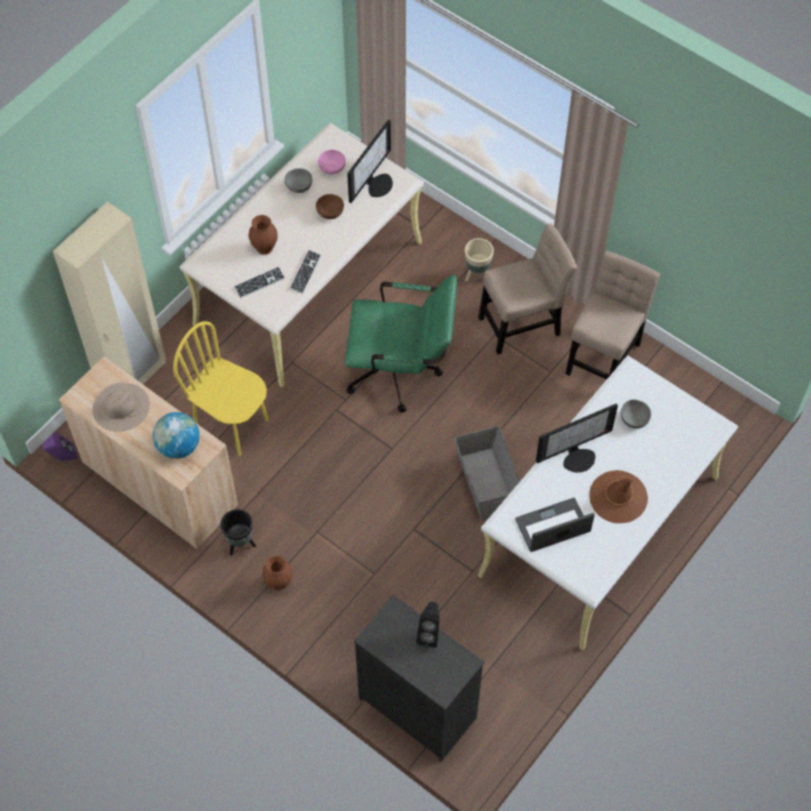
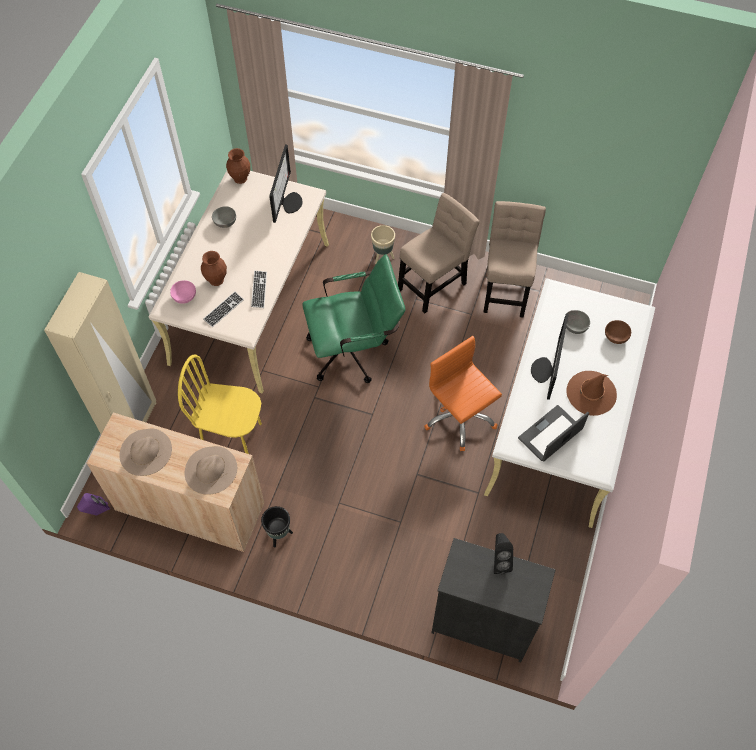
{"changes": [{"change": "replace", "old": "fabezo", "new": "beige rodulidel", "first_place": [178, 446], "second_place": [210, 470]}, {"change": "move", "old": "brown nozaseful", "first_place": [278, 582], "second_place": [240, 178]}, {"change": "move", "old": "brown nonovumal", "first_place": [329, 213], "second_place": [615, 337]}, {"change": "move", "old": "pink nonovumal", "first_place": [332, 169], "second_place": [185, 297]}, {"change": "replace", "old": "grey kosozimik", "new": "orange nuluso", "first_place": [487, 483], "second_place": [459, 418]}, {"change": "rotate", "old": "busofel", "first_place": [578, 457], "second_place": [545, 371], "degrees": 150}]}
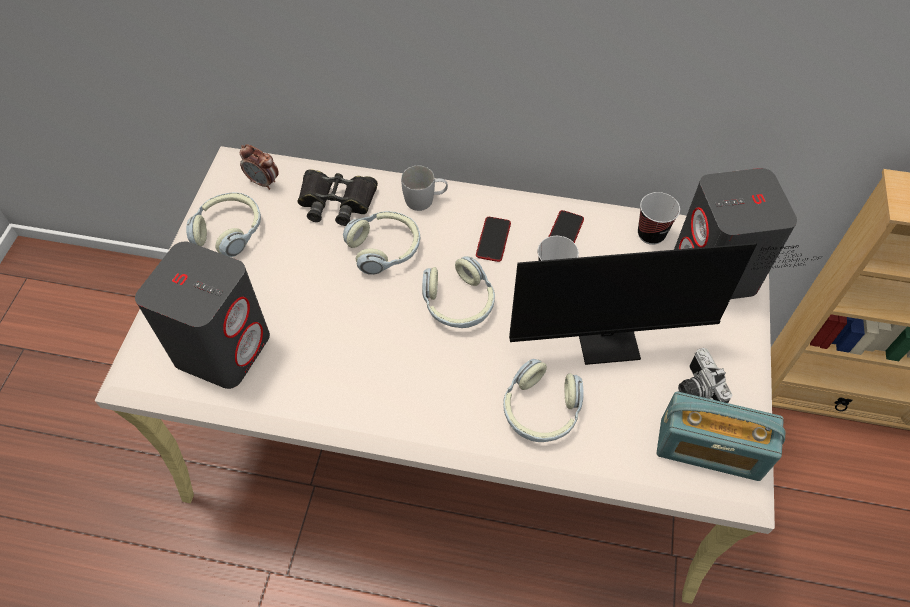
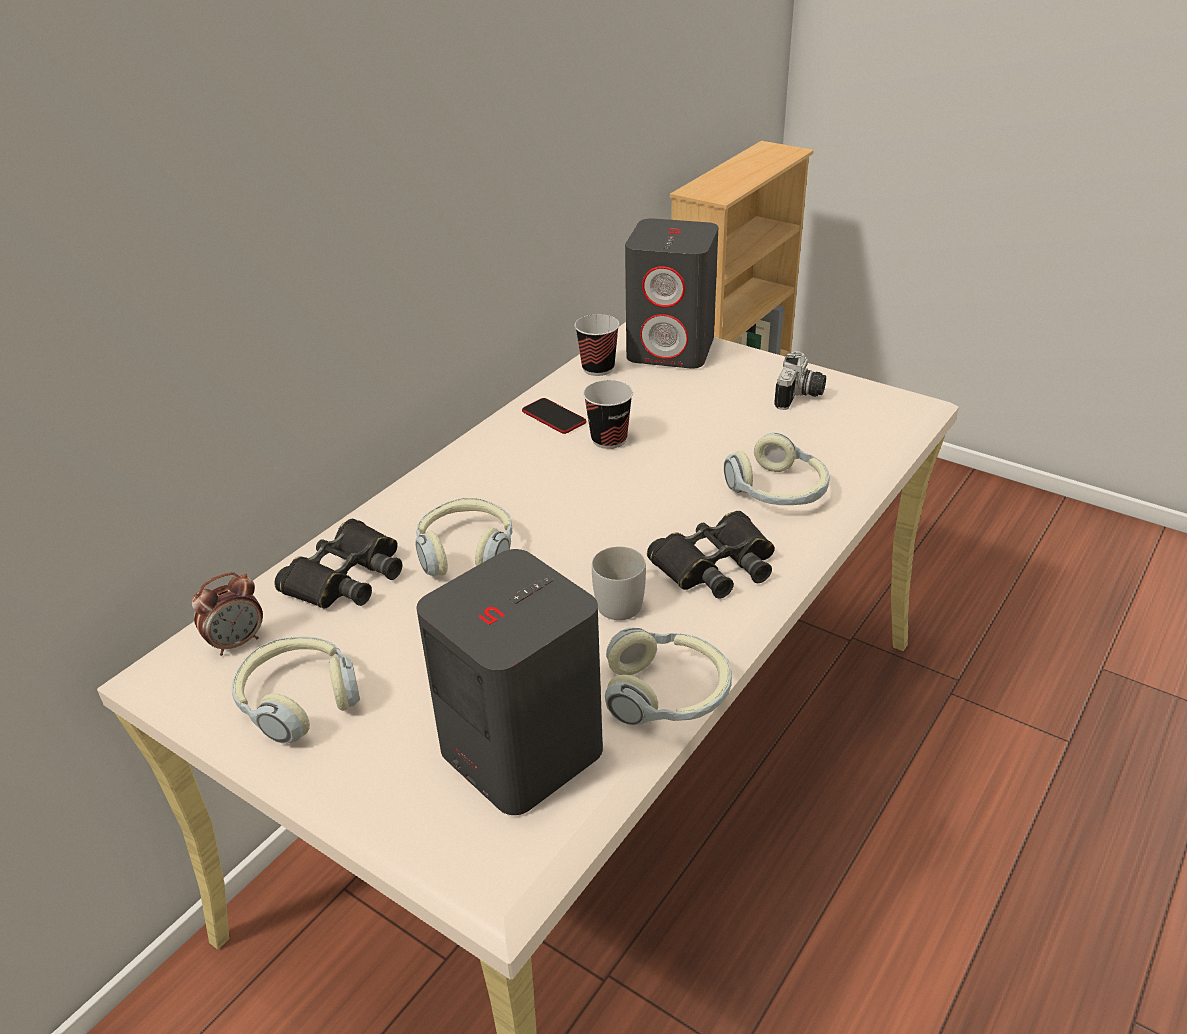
{"changes": [{"change": "move", "old": "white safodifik", "first_place": [425, 200], "second_place": [621, 599]}, {"change": "move", "old": "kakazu", "first_place": [458, 303], "second_place": [668, 694]}, {"change": "delete", "old": "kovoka", "first_place": [493, 239]}, {"change": "delete", "old": "busofel", "first_place": [618, 339]}, {"change": "delete", "old": "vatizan", "first_place": [709, 449]}, {"change": "rotate", "old": "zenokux", "first_place": [695, 390], "second_place": [800, 396], "degrees": -75}, {"change": "insert", "new": "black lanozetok", "second_place": [715, 565]}]}
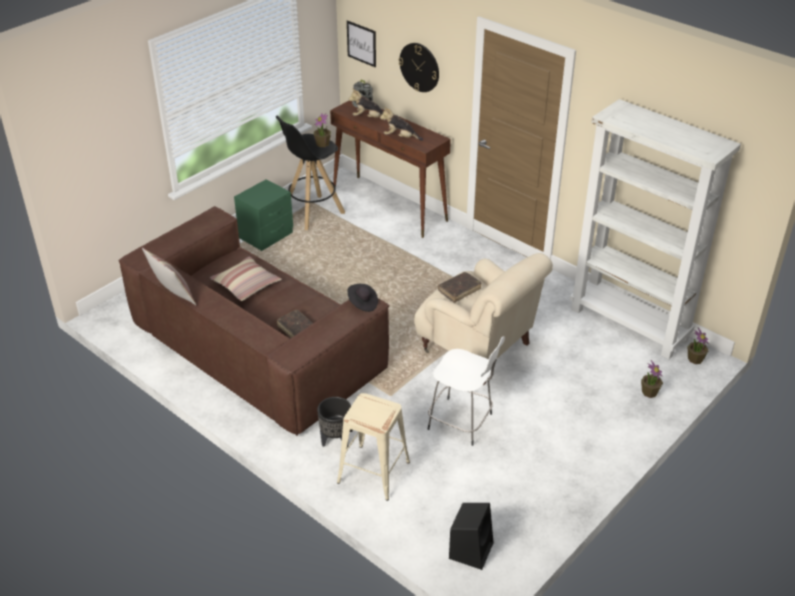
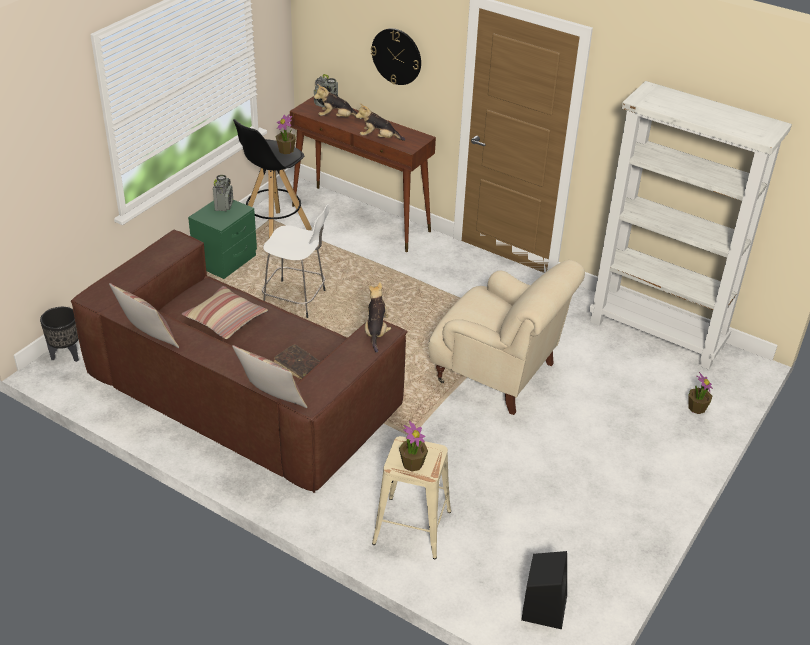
{"changes": [{"change": "move", "old": "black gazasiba", "first_place": [336, 442], "second_place": [66, 355]}, {"change": "delete", "old": "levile", "first_place": [361, 43]}, {"change": "replace", "old": "black rodulidel", "new": "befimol", "first_place": [362, 304], "second_place": [376, 332]}, {"change": "move", "old": "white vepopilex", "first_place": [462, 422], "second_place": [296, 300]}, {"change": "delete", "old": "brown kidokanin", "first_place": [459, 290]}, {"change": "move", "old": "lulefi", "first_place": [695, 359], "second_place": [412, 463]}, {"change": "insert", "new": "vatizan", "second_place": [224, 205]}, {"change": "insert", "new": "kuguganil", "second_place": [272, 400]}]}
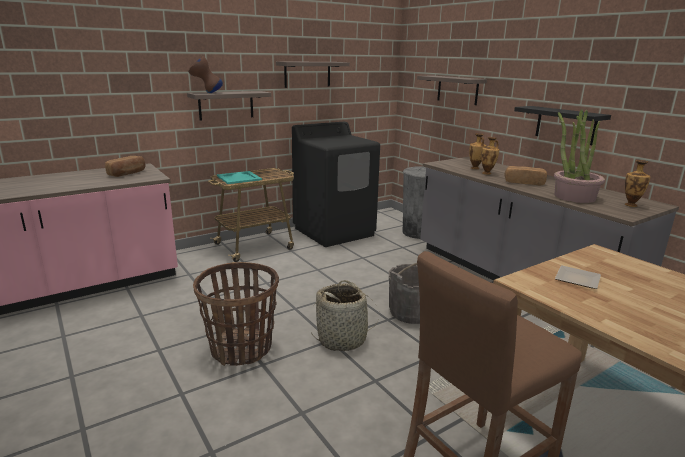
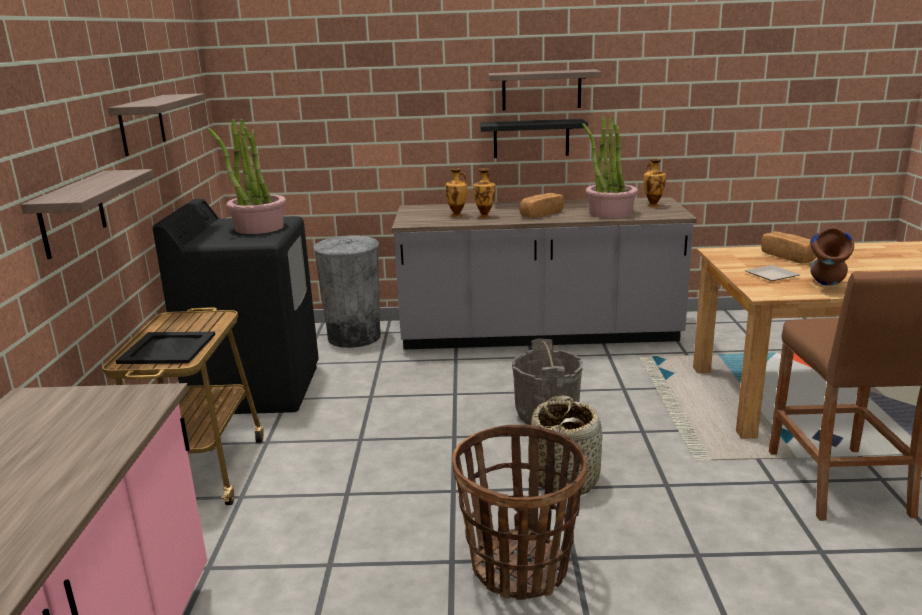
{"changes": [{"change": "move", "old": "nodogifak", "first_place": [127, 173], "second_place": [788, 257]}, {"change": "move", "old": "brown nozaseful", "first_place": [206, 93], "second_place": [826, 287]}, {"change": "recolor", "old": "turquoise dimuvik", "new": "black dimuvik", "first_place": [239, 178], "second_place": [167, 348]}, {"change": "move", "old": "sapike", "first_place": [457, 90], "second_place": [541, 90]}, {"change": "insert", "new": "lulefi", "second_place": [258, 228]}]}
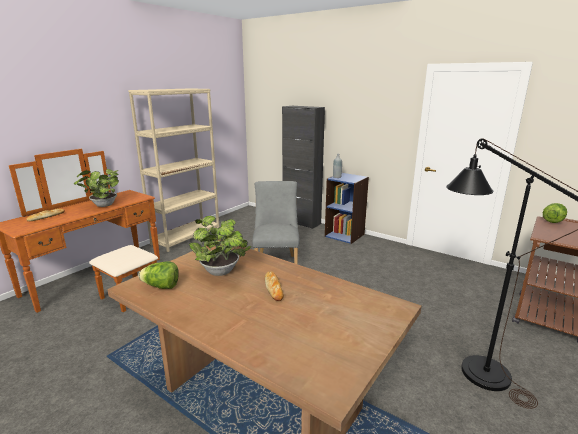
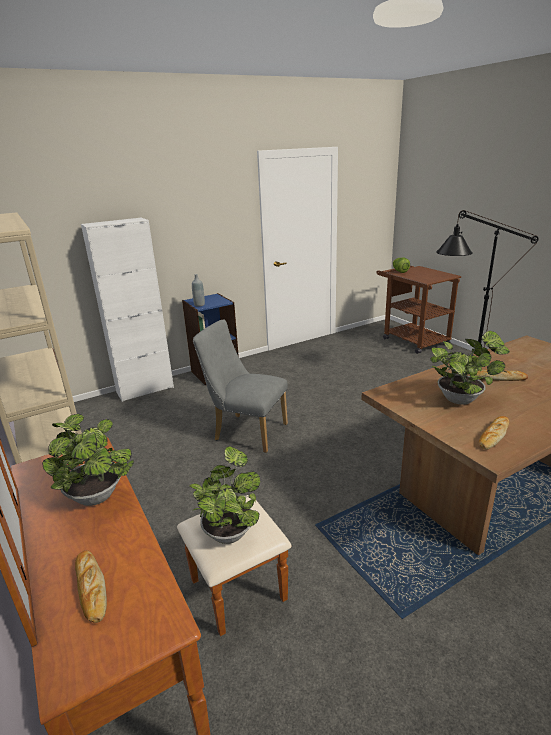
{"changes": [{"change": "replace", "old": "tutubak", "new": "nodogifak", "first_place": [161, 286], "second_place": [493, 435]}, {"change": "recolor", "old": "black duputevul", "new": "white duputevul", "first_place": [301, 222], "second_place": [145, 389]}, {"change": "insert", "new": "lulefi", "second_place": [229, 530]}]}
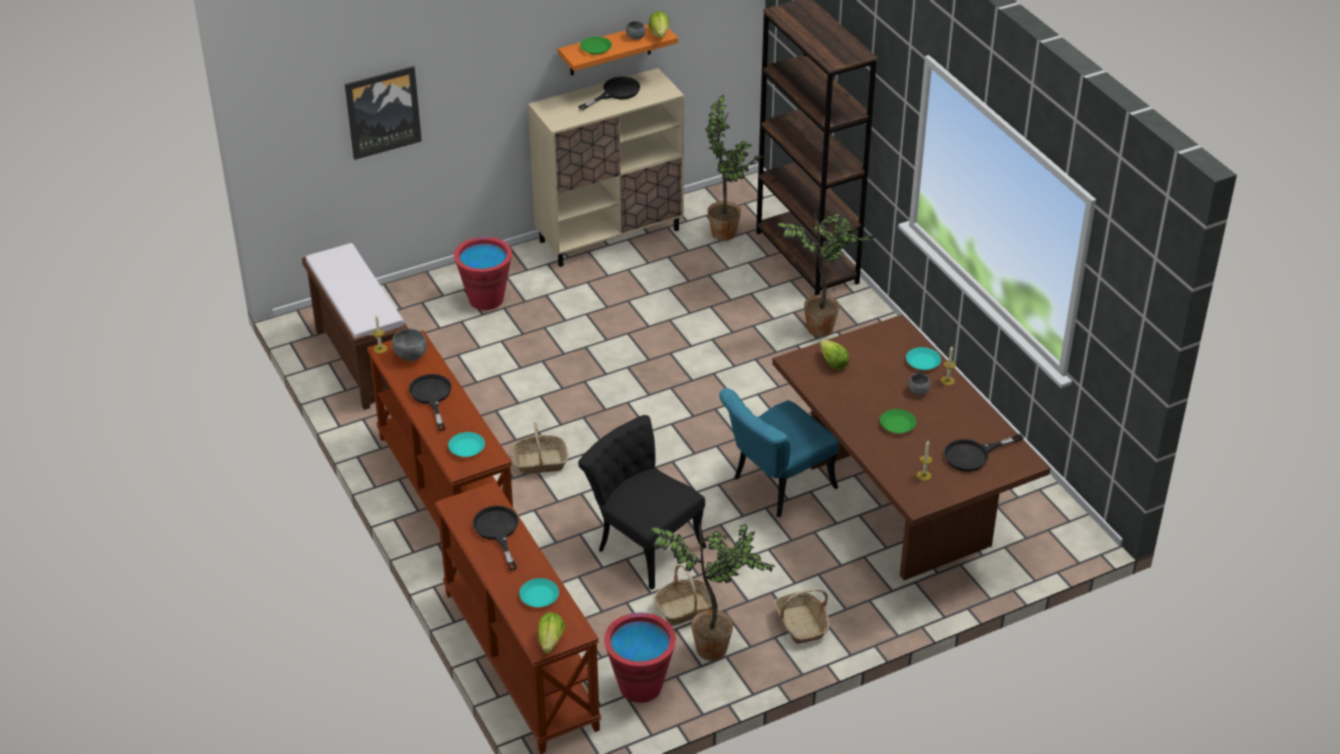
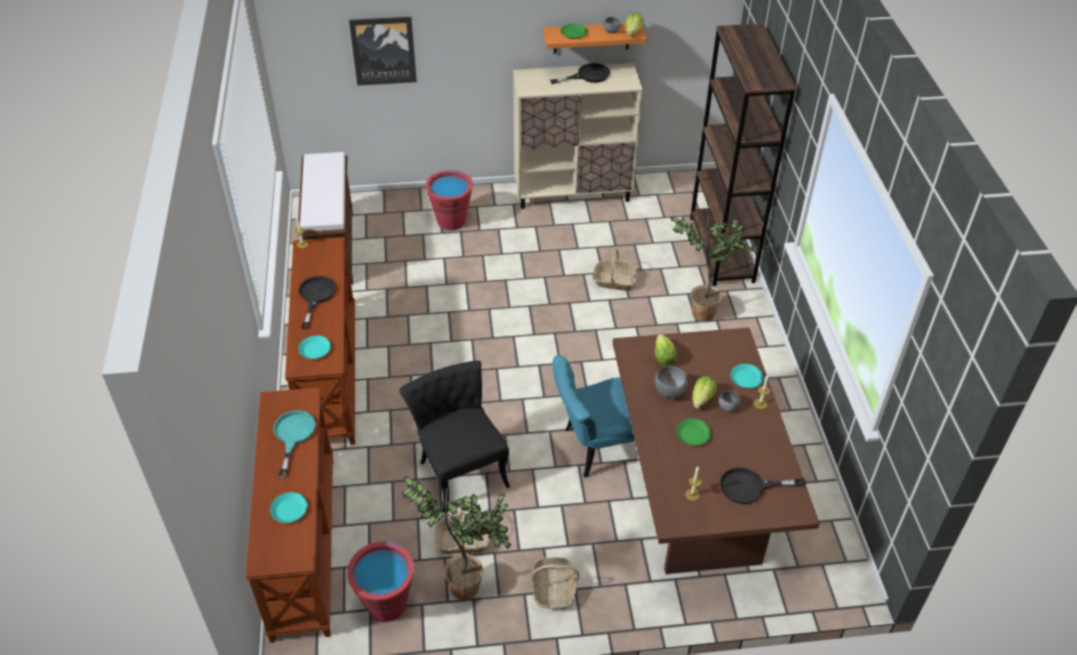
{"changes": [{"change": "move", "old": "grey nonovumal", "first_place": [410, 356], "second_place": [669, 392]}, {"change": "recolor", "old": "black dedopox", "new": "turquoise dedopox", "first_place": [498, 531], "second_place": [293, 435]}, {"change": "move", "old": "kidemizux", "first_place": [540, 462], "second_place": [614, 281]}, {"change": "move", "old": "tutubak", "first_place": [551, 641], "second_place": [702, 399]}, {"change": "delete", "old": "lulefi", "first_place": [726, 235]}]}
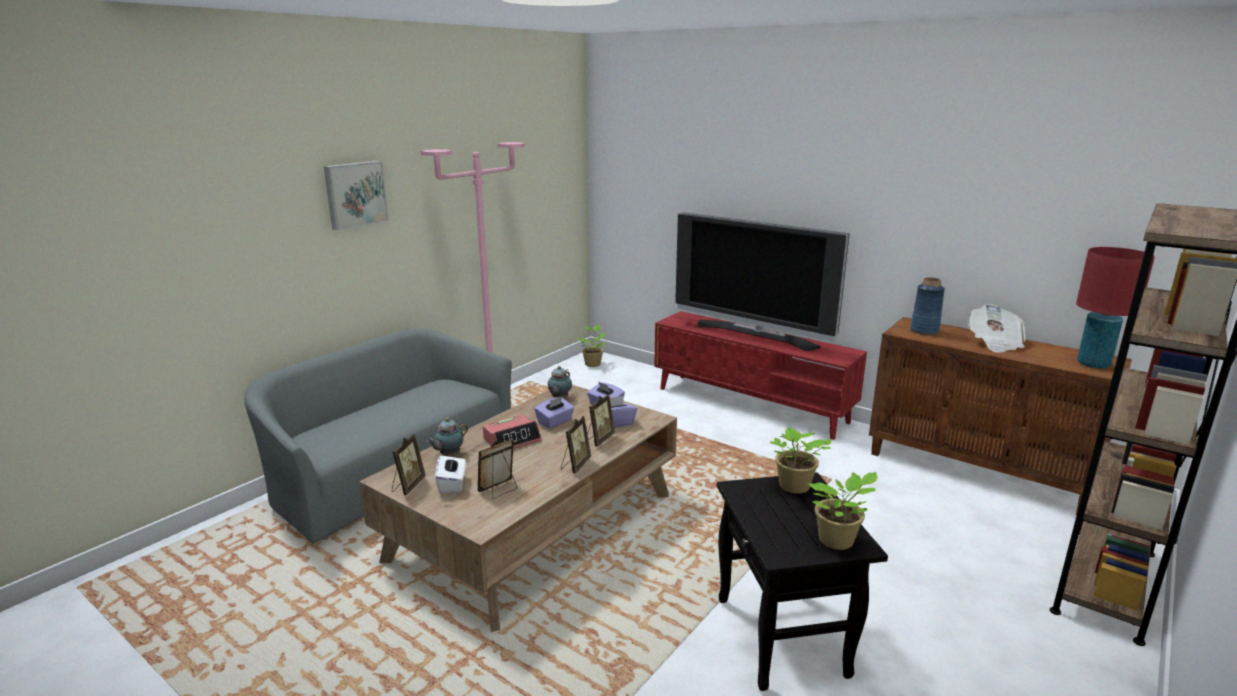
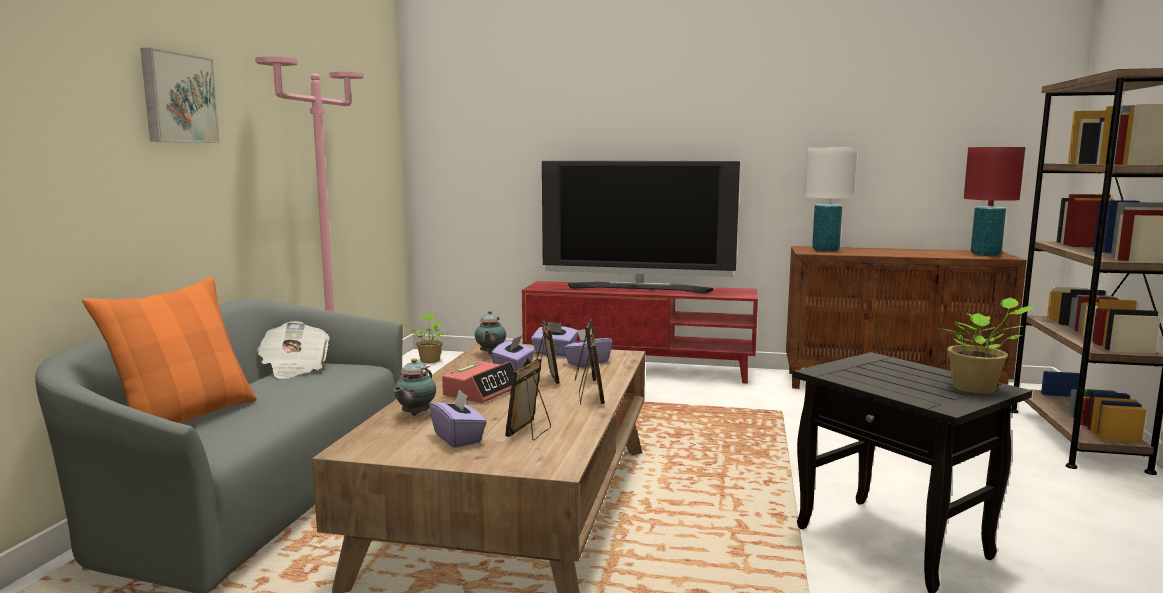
{"changes": [{"change": "move", "old": "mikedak", "first_place": [408, 486], "second_place": [545, 380]}, {"change": "recolor", "old": "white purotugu", "new": "purple purotugu", "first_place": [452, 484], "second_place": [458, 438]}, {"change": "delete", "old": "lulefi", "first_place": [793, 487]}, {"change": "replace", "old": "blue nozaseful", "new": "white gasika", "first_place": [924, 331], "second_place": [825, 250]}, {"change": "move", "old": "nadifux", "first_place": [994, 343], "second_place": [294, 368]}, {"change": "insert", "new": "orange kuguganil", "second_place": [185, 418]}]}
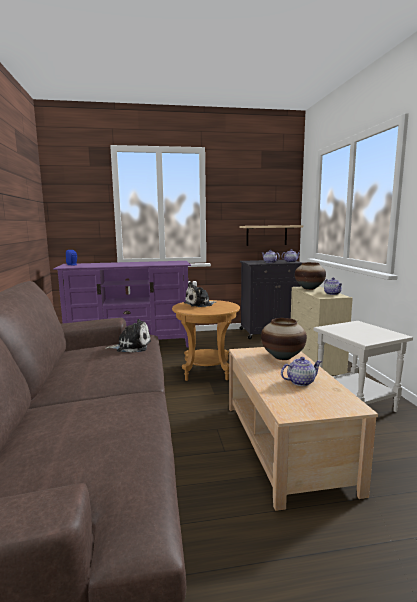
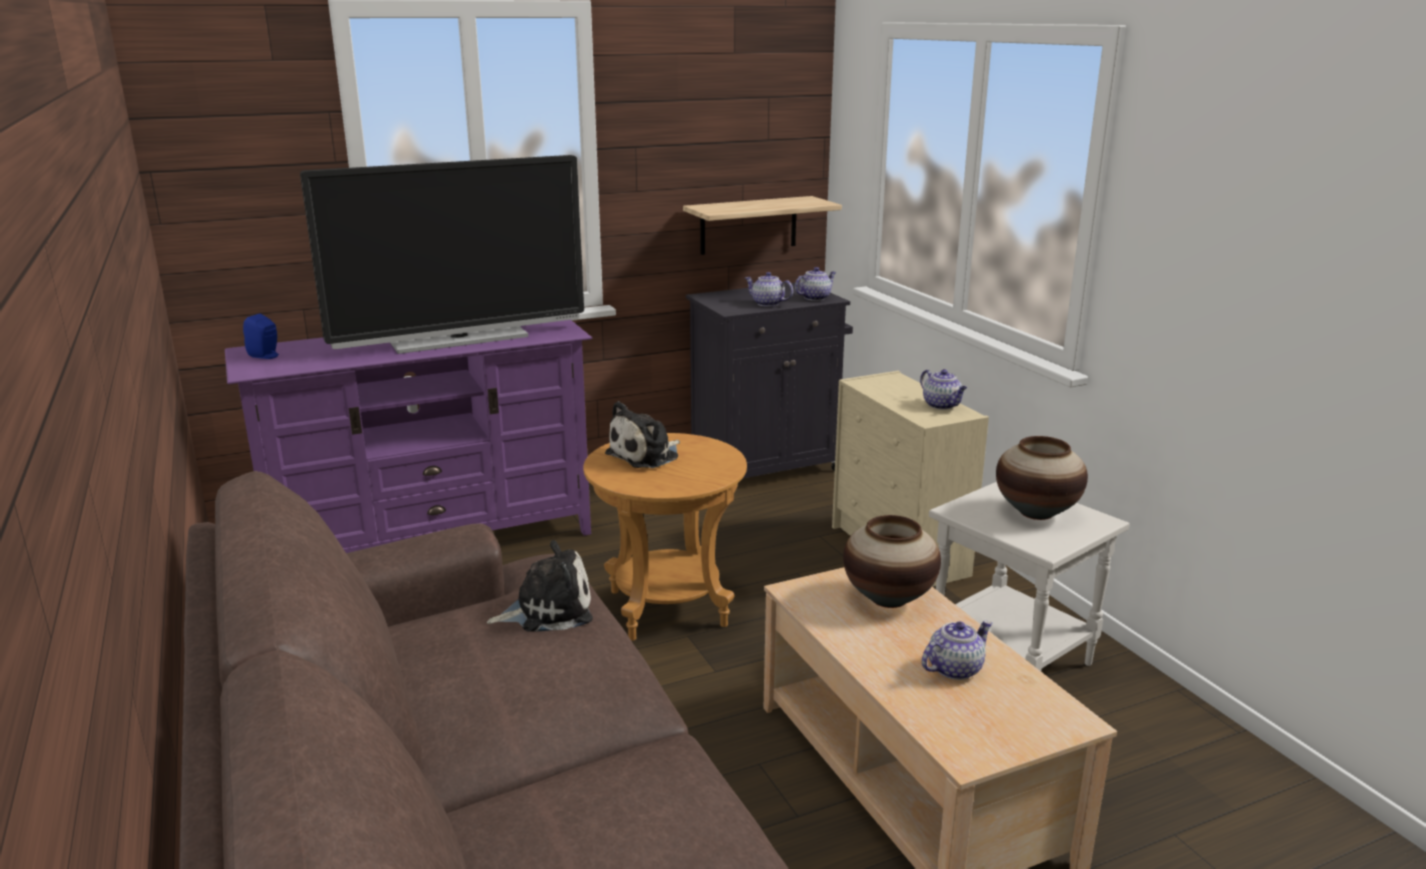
{"changes": [{"change": "move", "old": "nozaseful", "first_place": [309, 288], "second_place": [1036, 512]}, {"change": "insert", "new": "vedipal", "second_place": [459, 339]}]}
